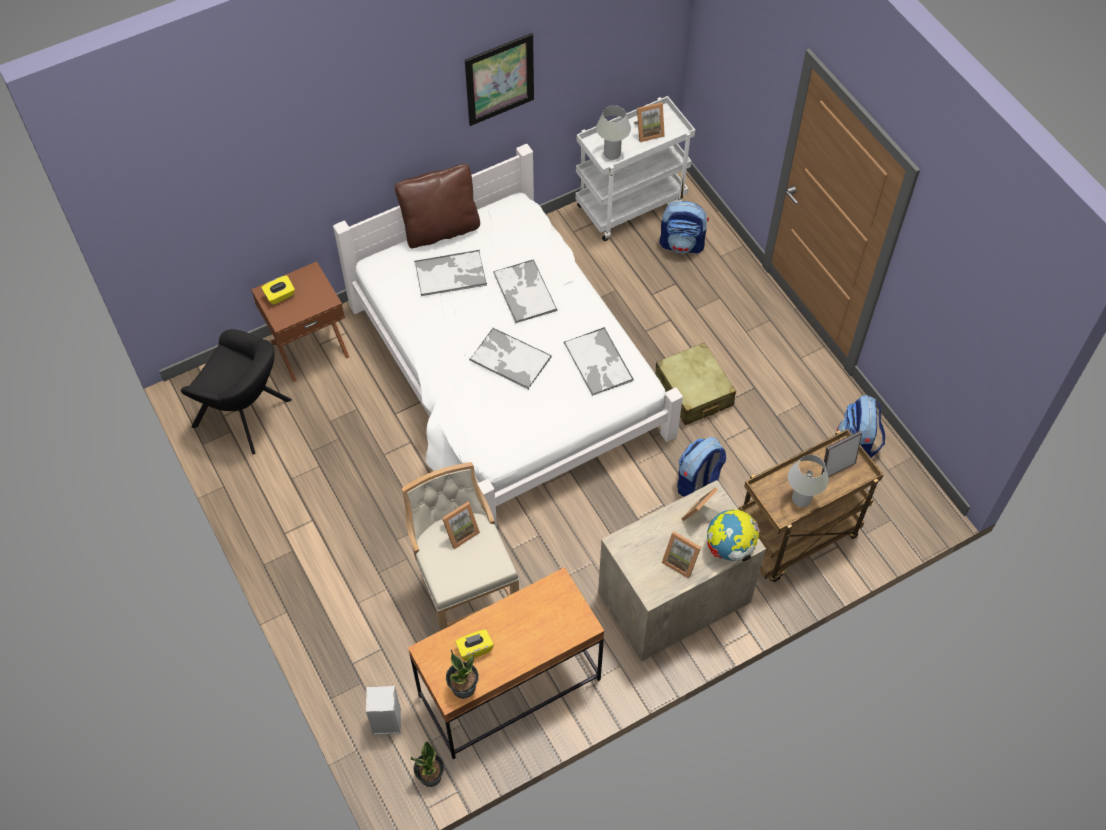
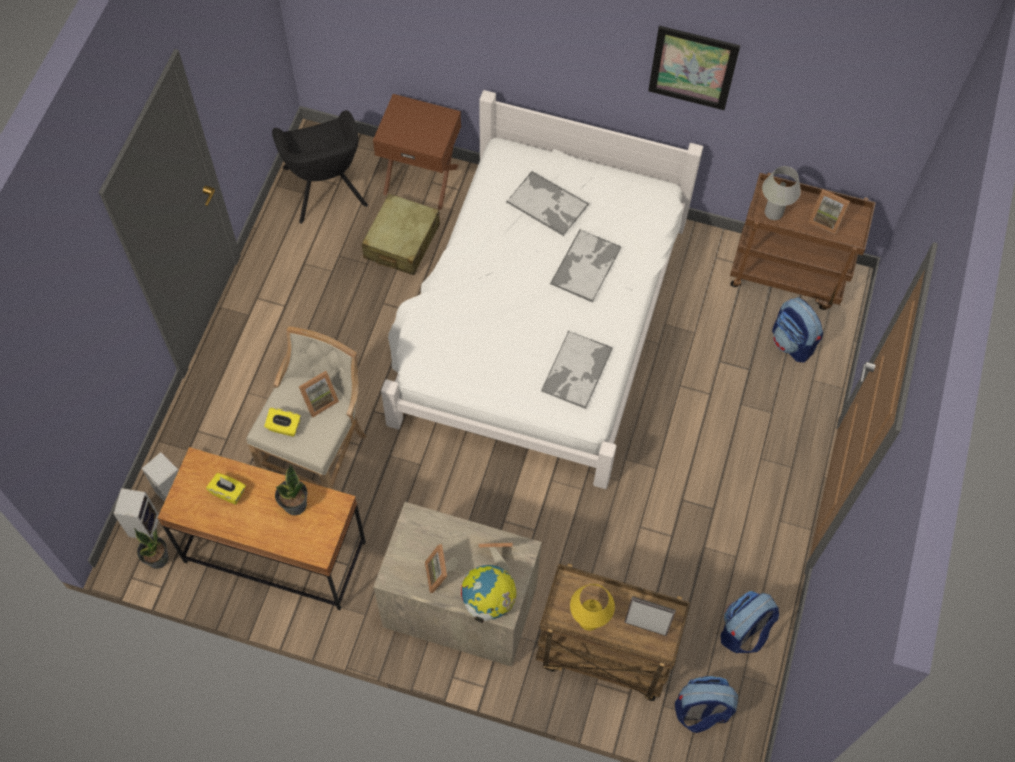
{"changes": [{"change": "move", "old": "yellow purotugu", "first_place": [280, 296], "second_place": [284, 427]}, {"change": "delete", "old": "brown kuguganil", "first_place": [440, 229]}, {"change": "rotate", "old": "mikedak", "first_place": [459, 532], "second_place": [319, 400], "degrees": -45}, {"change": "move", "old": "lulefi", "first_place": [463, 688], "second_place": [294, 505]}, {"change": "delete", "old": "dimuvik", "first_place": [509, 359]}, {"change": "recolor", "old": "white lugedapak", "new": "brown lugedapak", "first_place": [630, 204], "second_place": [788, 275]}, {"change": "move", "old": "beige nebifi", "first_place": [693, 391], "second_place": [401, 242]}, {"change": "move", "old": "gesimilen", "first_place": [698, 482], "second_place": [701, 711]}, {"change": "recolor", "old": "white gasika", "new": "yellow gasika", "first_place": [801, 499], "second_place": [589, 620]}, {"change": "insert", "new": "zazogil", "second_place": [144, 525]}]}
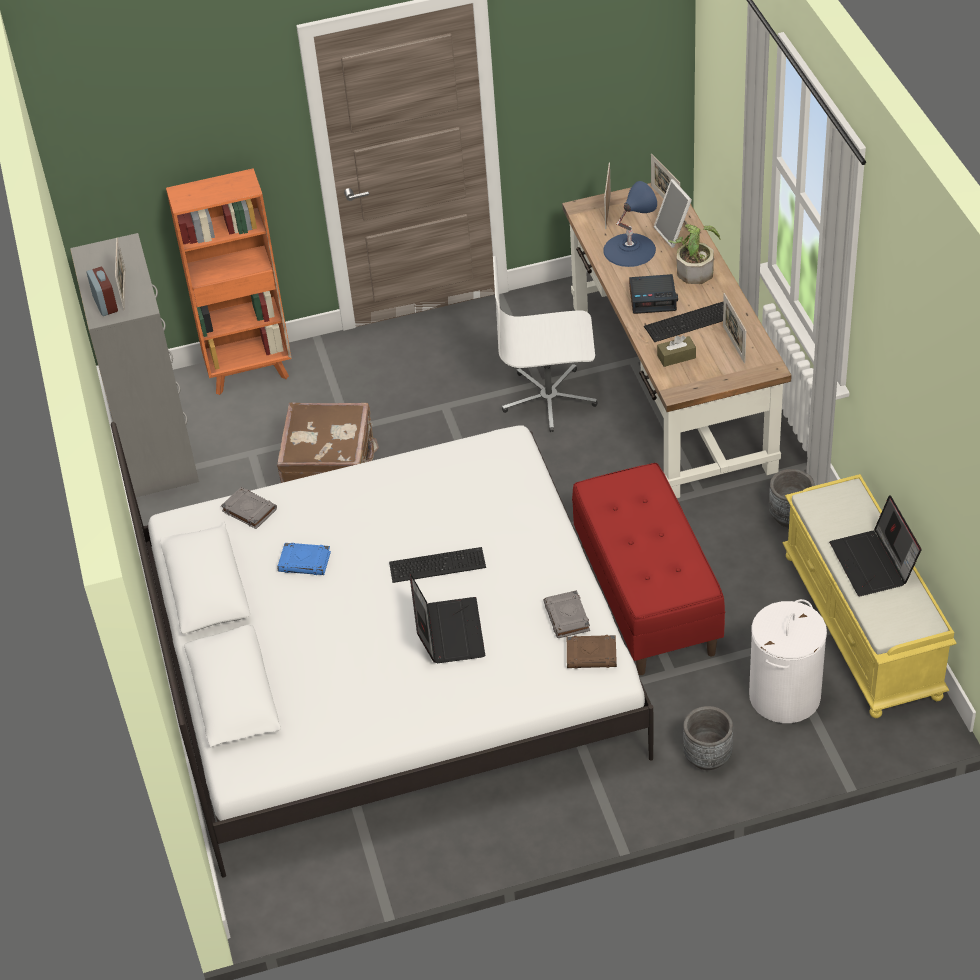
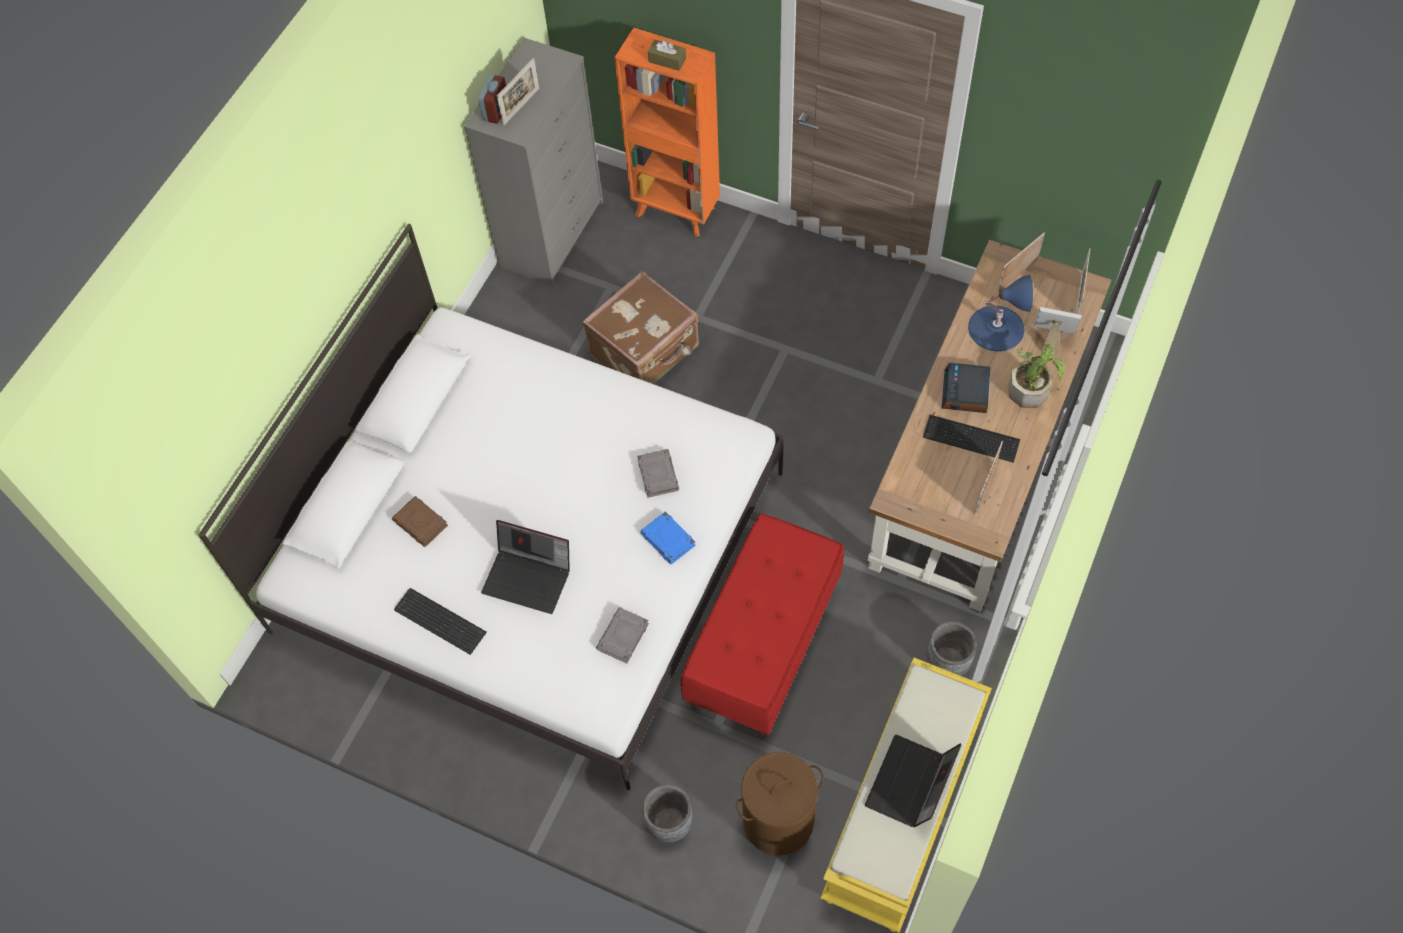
{"changes": [{"change": "move", "old": "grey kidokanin", "first_place": [248, 510], "second_place": [657, 474]}, {"change": "move", "old": "blue kidokanin", "first_place": [305, 562], "second_place": [668, 540]}, {"change": "move", "old": "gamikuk", "first_place": [436, 564], "second_place": [440, 619]}, {"change": "rotate", "old": "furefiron", "first_place": [448, 631], "second_place": [529, 577], "degrees": 75}, {"change": "delete", "old": "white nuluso", "first_place": [549, 399]}, {"change": "move", "old": "brown kidokanin", "first_place": [592, 655], "second_place": [421, 523]}, {"change": "rotate", "old": "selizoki", "first_place": [653, 298], "second_place": [966, 392], "degrees": 60}, {"change": "rotate", "old": "mikedak", "first_place": [675, 233], "second_place": [1051, 339], "degrees": 90}, {"change": "move", "old": "brown purotugu", "first_place": [676, 357], "second_place": [667, 60]}, {"change": "recolor", "old": "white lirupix", "new": "brown lirupix", "first_place": [784, 696], "second_place": [777, 820]}]}
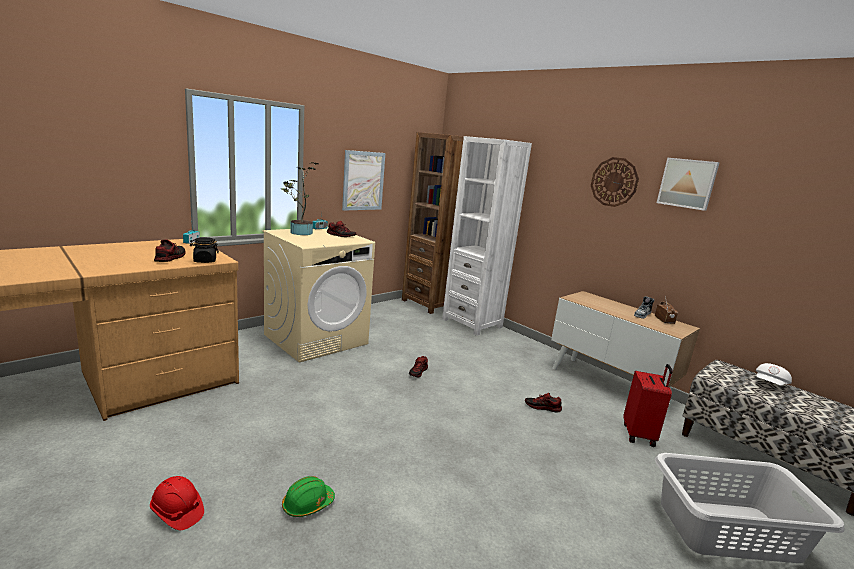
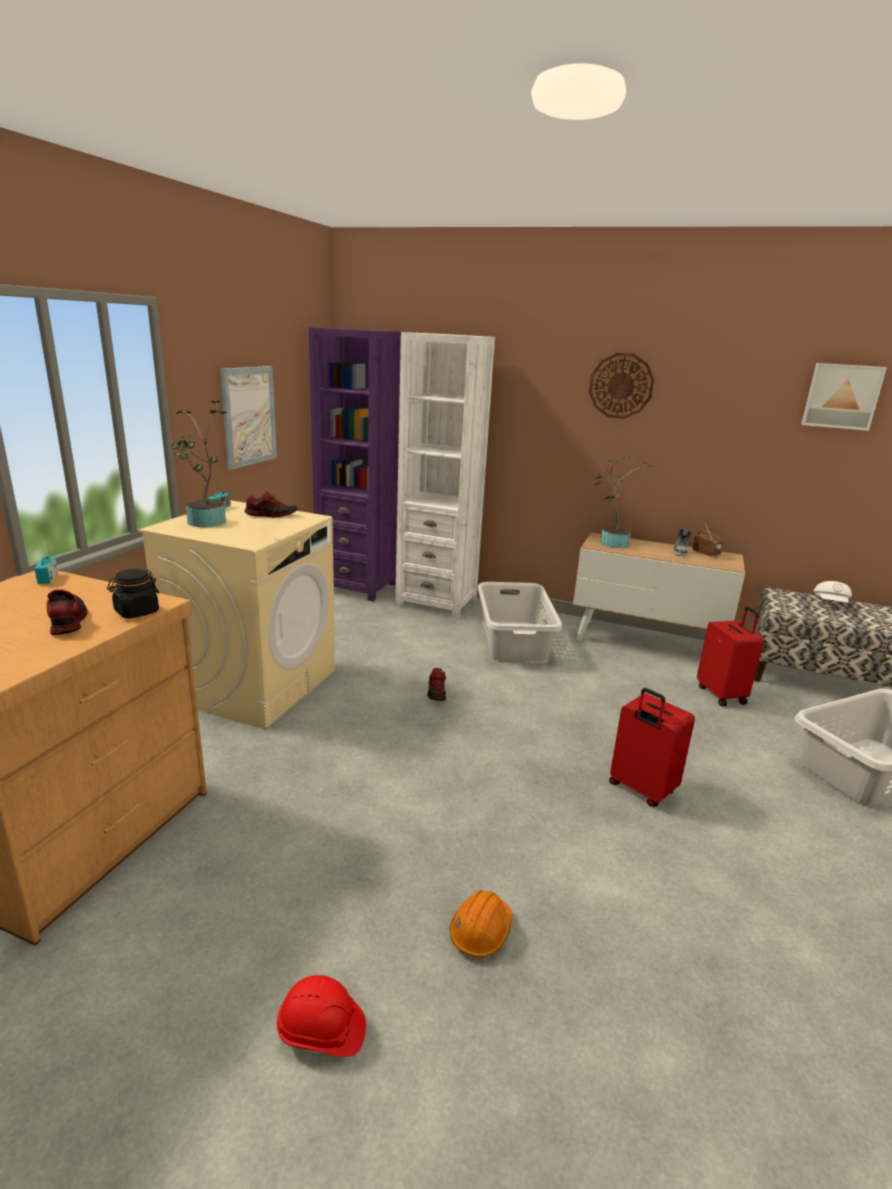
{"changes": [{"change": "recolor", "old": "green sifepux", "new": "orange sifepux", "first_place": [307, 504], "second_place": [481, 932]}, {"change": "recolor", "old": "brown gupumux", "new": "purple gupumux", "first_place": [429, 303], "second_place": [357, 586]}, {"change": "delete", "old": "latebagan", "first_place": [542, 407]}, {"change": "move", "old": "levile", "first_place": [687, 183], "second_place": [841, 396]}, {"change": "insert", "new": "grey lirupix", "second_place": [514, 640]}, {"change": "insert", "new": "lulefi", "second_place": [611, 542]}, {"change": "insert", "new": "red nebifi", "second_place": [640, 789]}]}
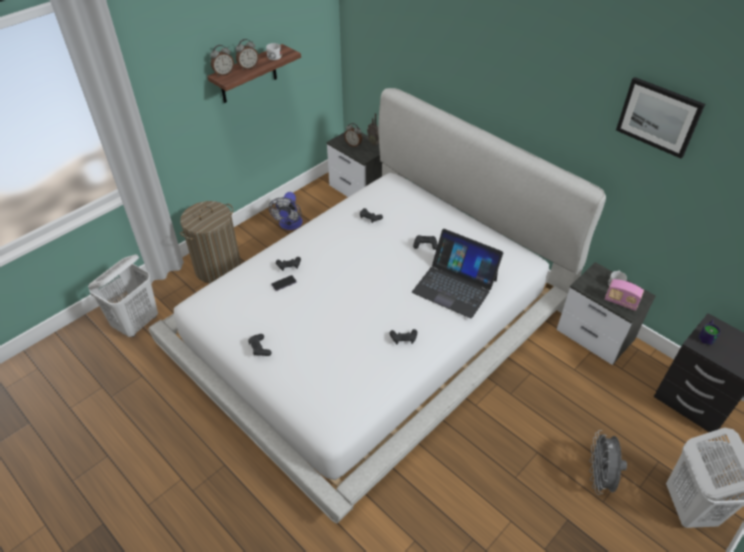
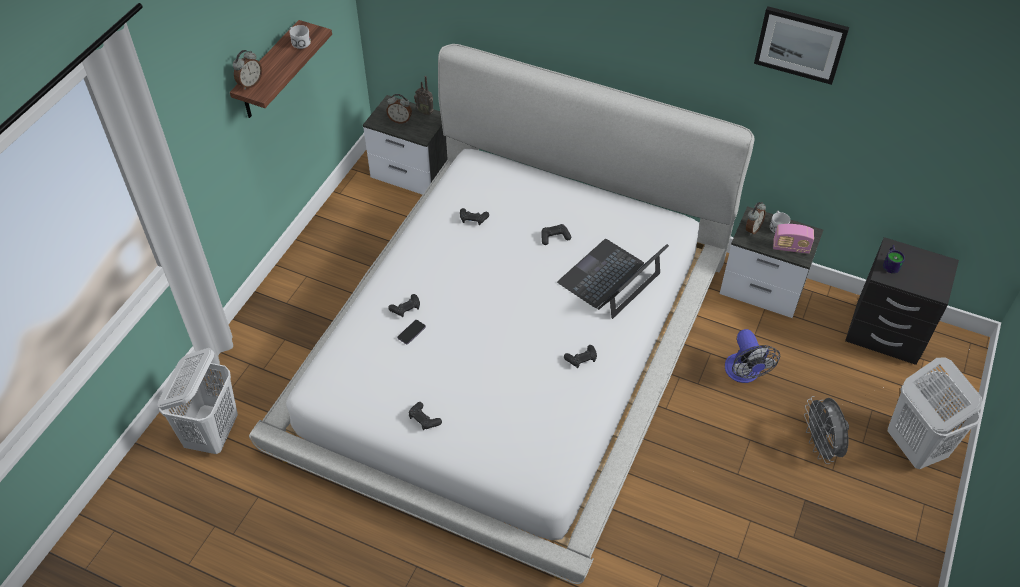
{"changes": [{"change": "delete", "old": "lirupix", "first_place": [218, 268]}, {"change": "move", "old": "selizoki", "first_place": [248, 67], "second_place": [752, 229]}, {"change": "move", "old": "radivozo", "first_place": [289, 225], "second_place": [744, 374]}, {"change": "rotate", "old": "furefiron", "first_place": [455, 286], "second_place": [610, 279], "degrees": 120}]}
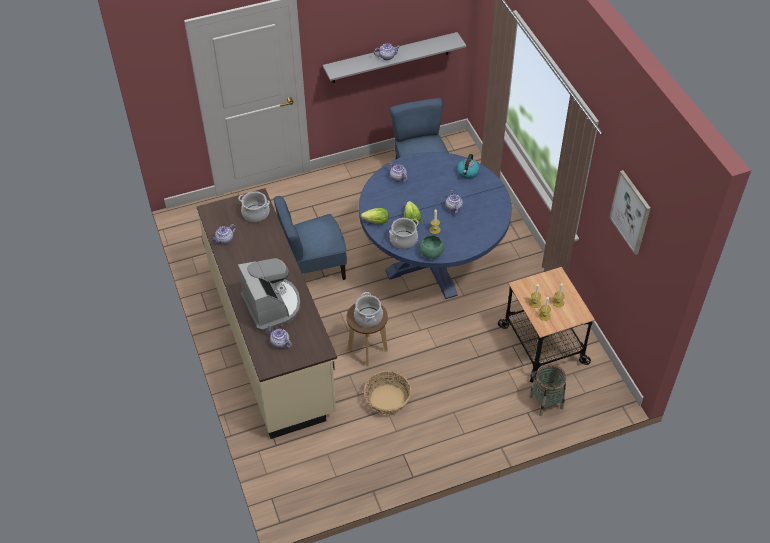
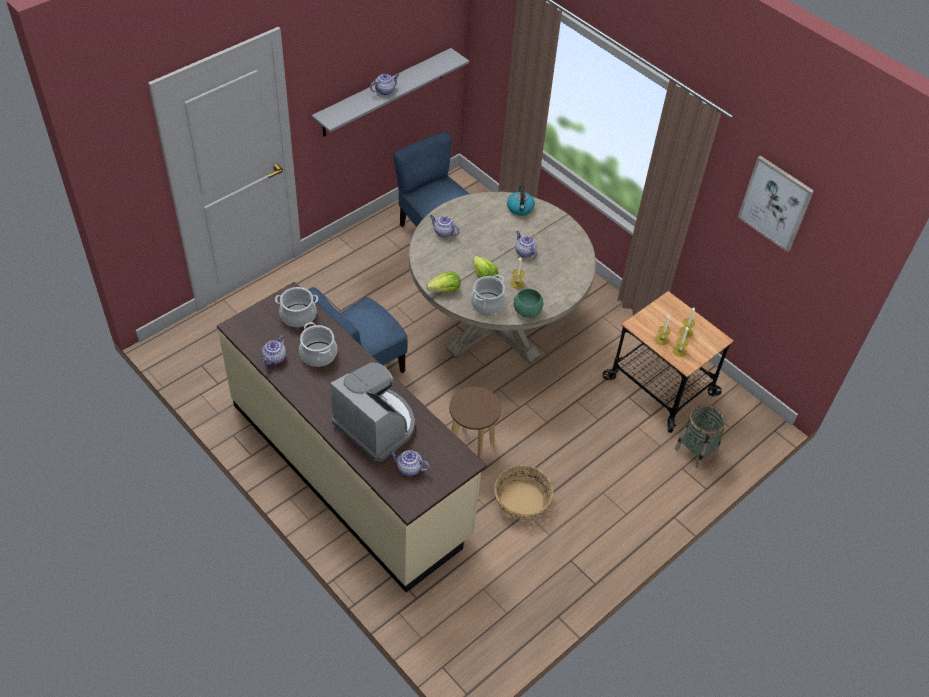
{"changes": [{"change": "move", "old": "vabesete", "first_place": [368, 317], "second_place": [318, 354]}, {"change": "recolor", "old": "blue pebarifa", "new": "beige pebarifa", "first_place": [432, 262], "second_place": [494, 325]}]}
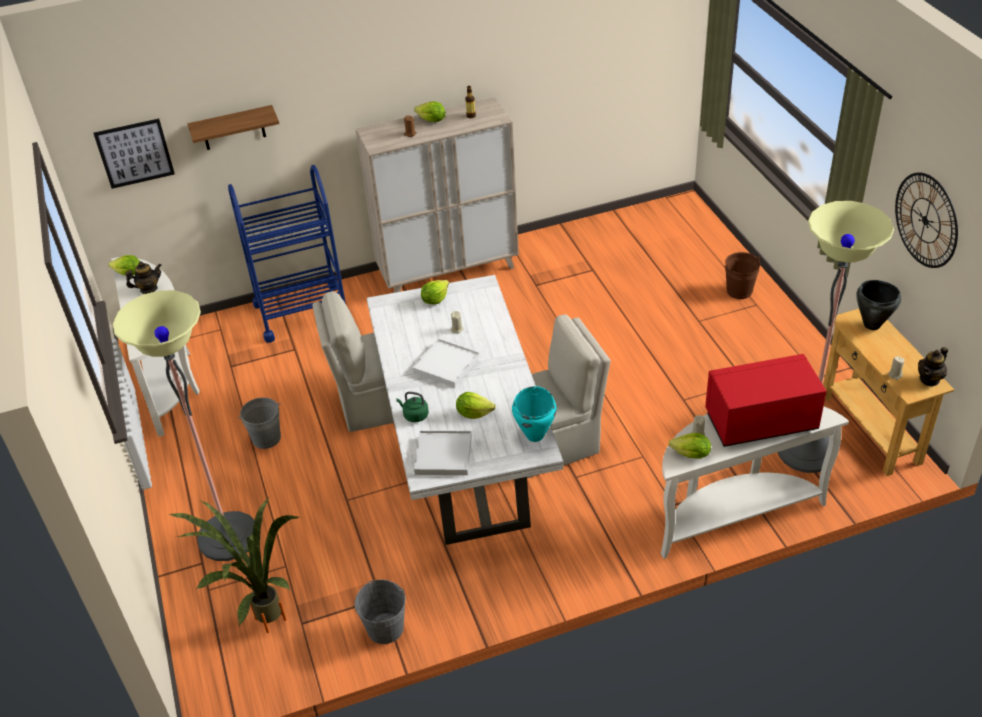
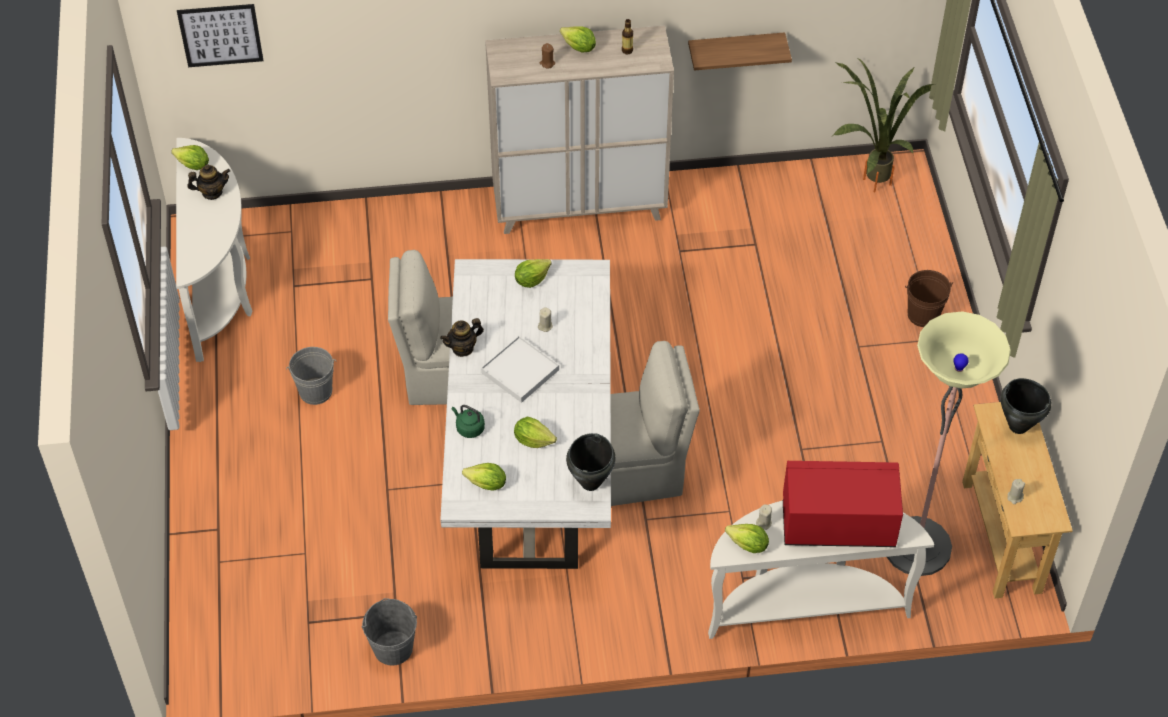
{"changes": [{"change": "delete", "old": "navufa", "first_place": [228, 537]}, {"change": "move", "old": "lulefi", "first_place": [261, 623], "second_place": [868, 183]}, {"change": "move", "old": "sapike", "first_place": [233, 128], "second_place": [735, 50]}, {"change": "delete", "old": "blue lugedapak", "first_place": [302, 312]}, {"change": "replace", "old": "white dimuvik", "new": "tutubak", "first_place": [443, 455], "second_place": [487, 484]}, {"change": "recolor", "old": "turquoise vabesete", "new": "black vabesete", "first_place": [535, 435], "second_place": [591, 482]}, {"change": "delete", "old": "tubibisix", "first_place": [925, 220]}, {"change": "move", "old": "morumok", "first_place": [929, 379], "second_place": [463, 348]}]}
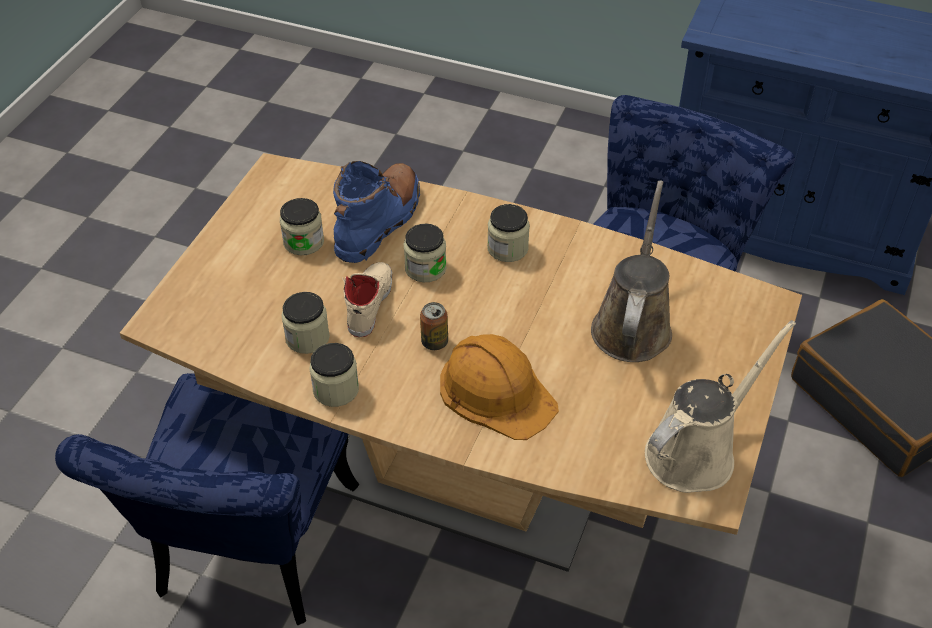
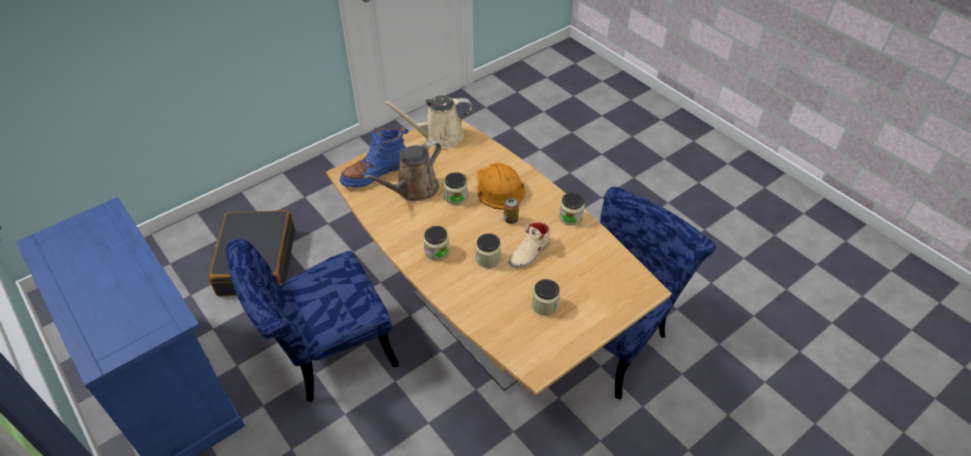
{"changes": [{"change": "move", "old": "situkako", "first_place": [307, 338], "second_place": [456, 197]}, {"change": "move", "old": "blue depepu", "first_place": [379, 222], "second_place": [375, 173]}]}
